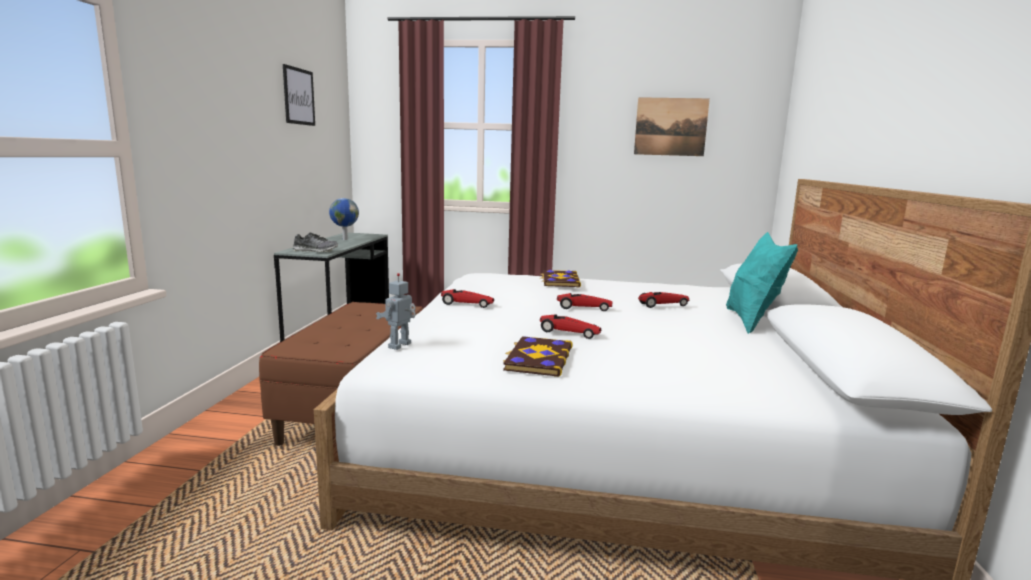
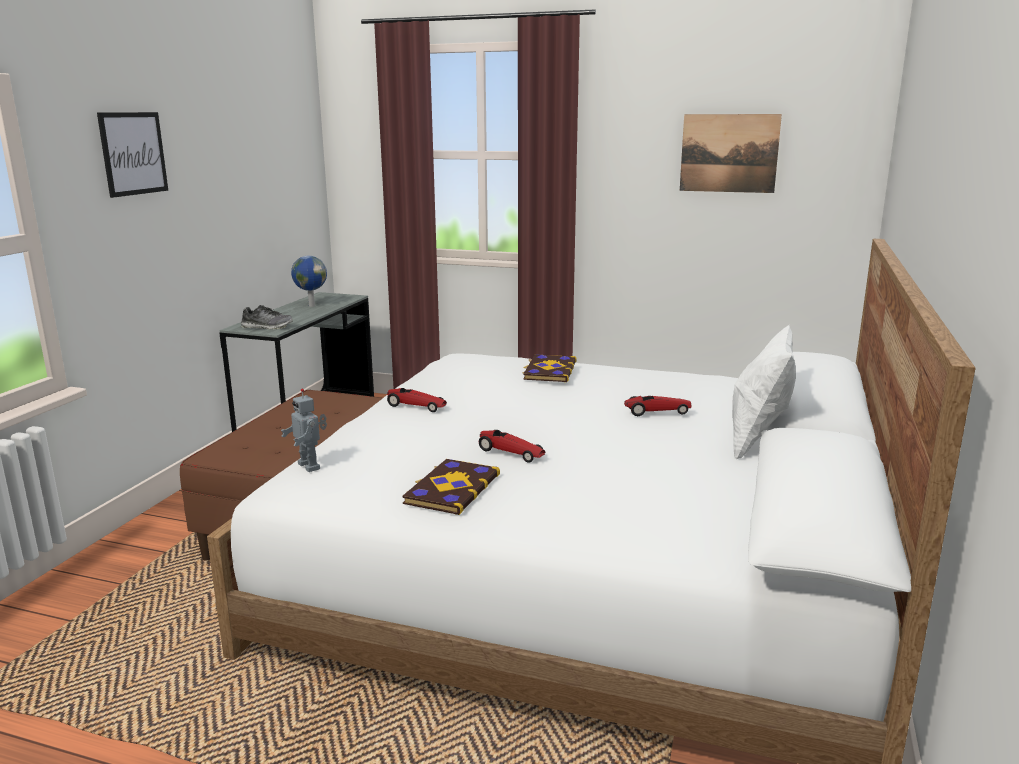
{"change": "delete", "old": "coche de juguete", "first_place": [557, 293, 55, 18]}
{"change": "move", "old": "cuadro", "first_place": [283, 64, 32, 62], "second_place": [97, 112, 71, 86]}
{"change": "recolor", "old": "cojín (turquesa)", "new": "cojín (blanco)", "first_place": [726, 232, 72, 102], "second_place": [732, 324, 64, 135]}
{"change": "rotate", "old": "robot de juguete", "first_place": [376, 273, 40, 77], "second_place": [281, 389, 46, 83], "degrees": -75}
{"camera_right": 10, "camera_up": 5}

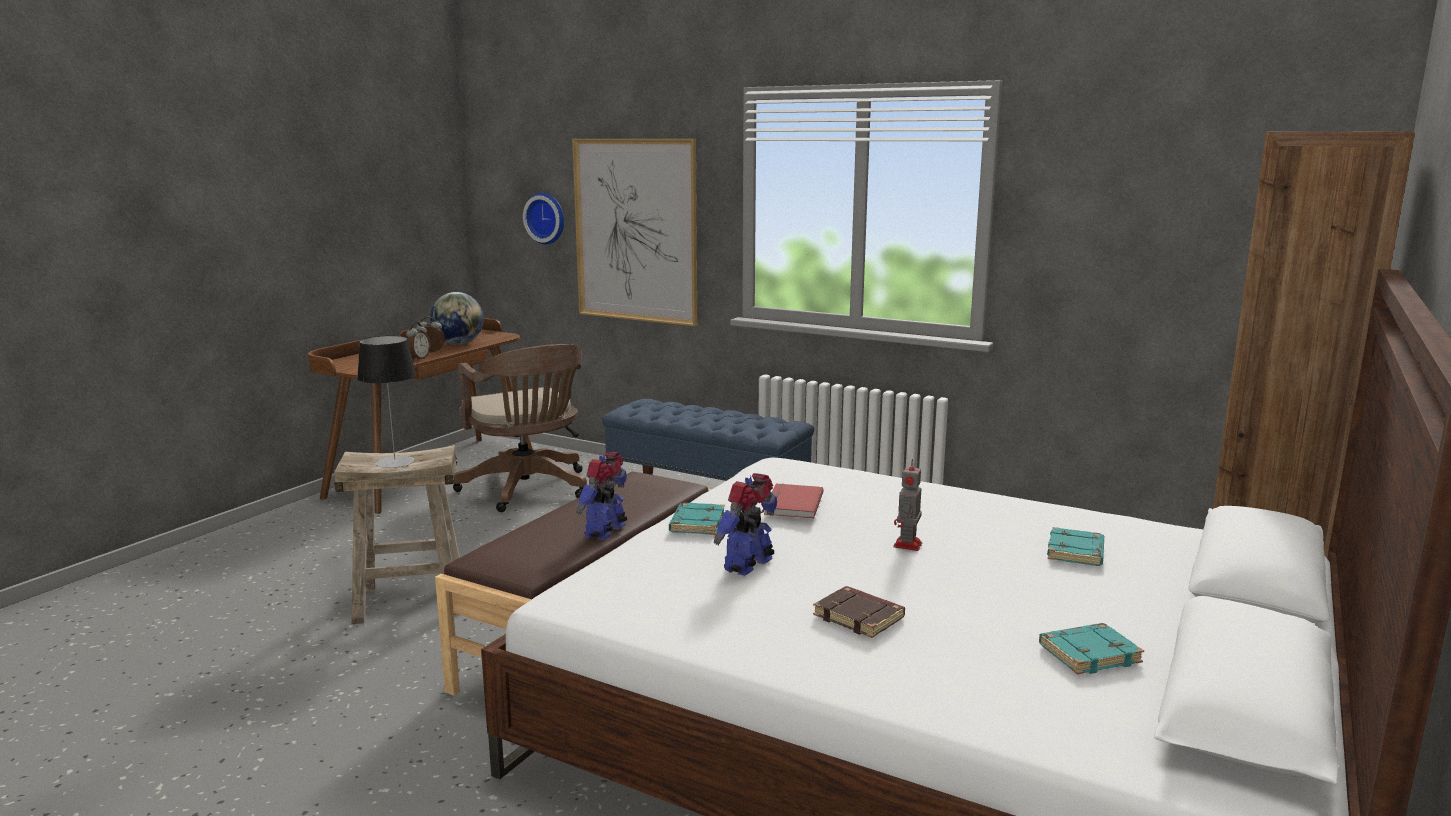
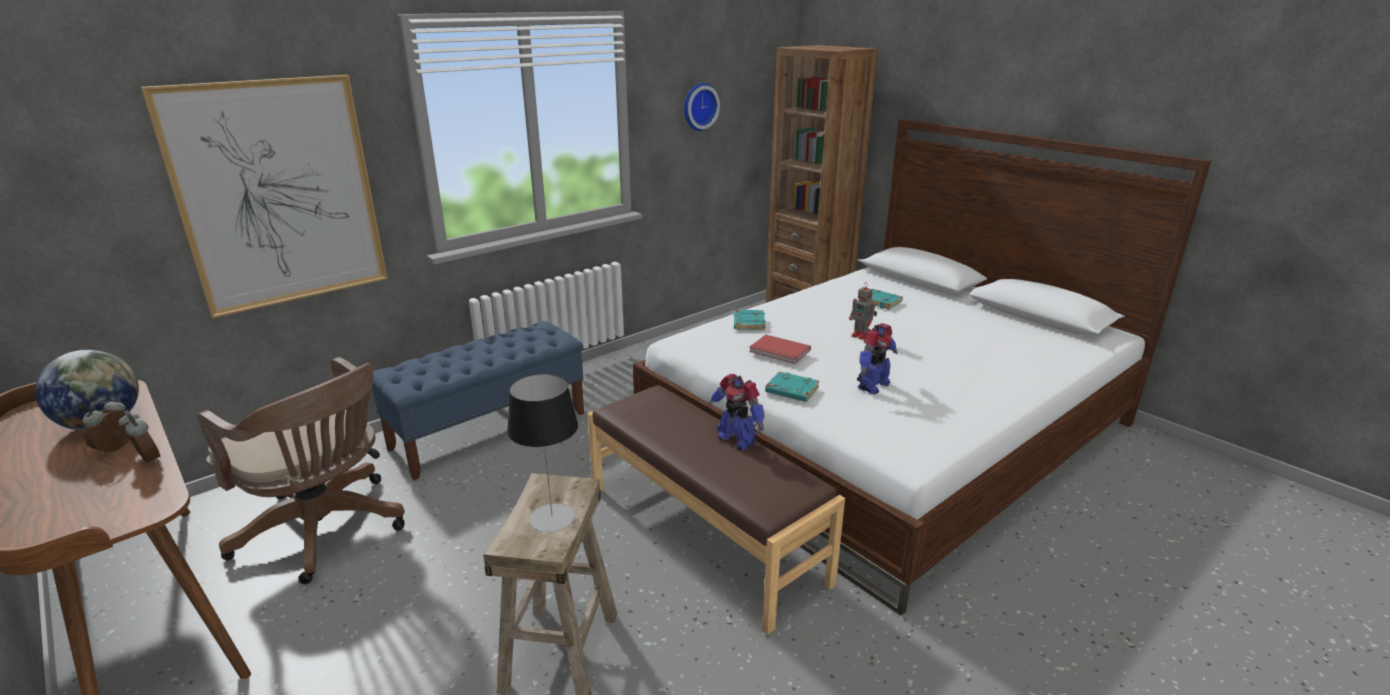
{"change": "delete", "old": "libro (marrón)", "first_place": [813, 586, 92, 52]}
{"change": "move", "old": "reloj de pared", "first_place": [523, 193, 41, 52], "second_place": [684, 83, 36, 48]}
{"change": "move", "old": "libro (turquesa)", "first_place": [1039, 623, 105, 52], "second_place": [734, 310, 32, 20]}
{"change": "rotate", "old": "silla de oficina (marrón)", "first_place": [453, 344, 134, 168], "second_place": [197, 357, 208, 227], "degrees": 45}
{"change": "rotate", "old": "robot de juguete", "first_place": [714, 473, 63, 103], "second_place": [857, 323, 41, 72], "degrees": -105}
{"camera_right": -70, "camera_up": 10}

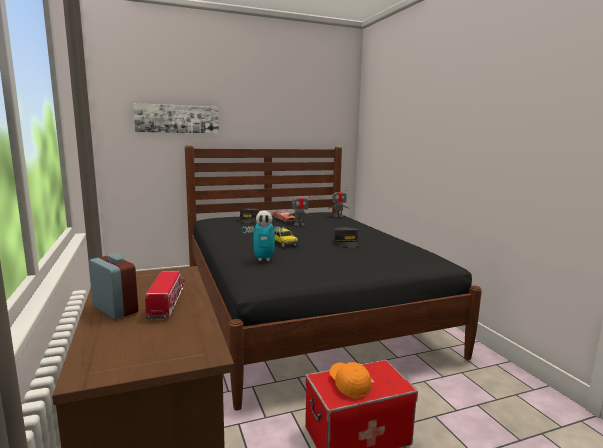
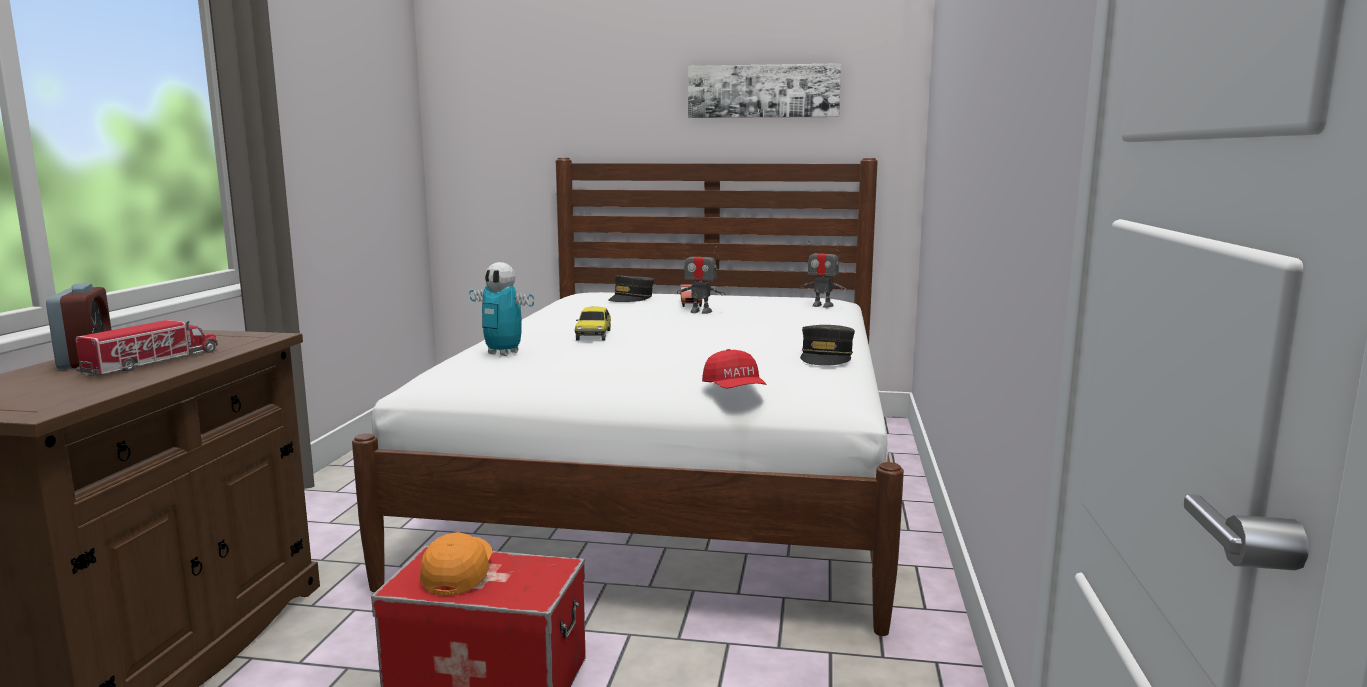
{"change": "insert", "new": "gorra (rojo)", "second_place": [702, 349, 64, 40]}
{"change": "move", "old": "cuadro", "first_place": [133, 103, 86, 31], "second_place": [688, 63, 153, 55]}
{"change": "move", "old": "gorra (gris)", "first_place": [334, 227, 25, 20], "second_place": [800, 325, 55, 41]}
{"change": "recolor", "old": "cama (negro)", "new": "cama (blanco)", "first_place": [185, 145, 297, 265], "second_place": [352, 158, 552, 478]}
{"camera_right": 30, "camera_up": 0}

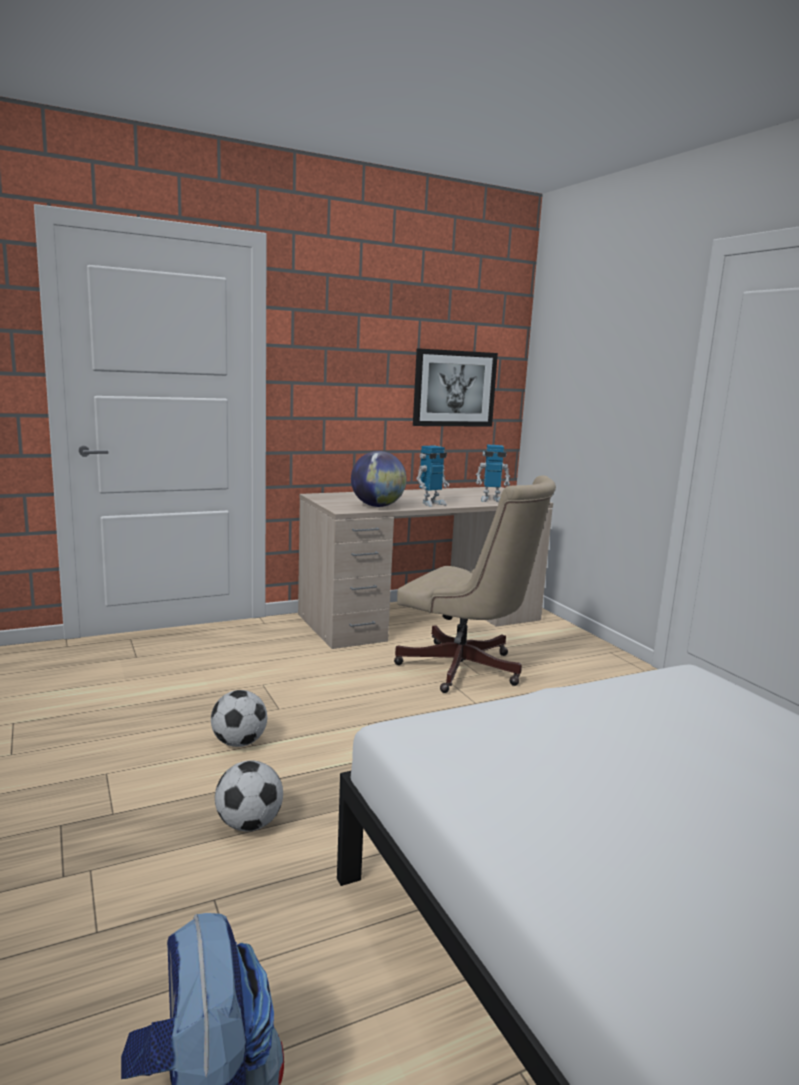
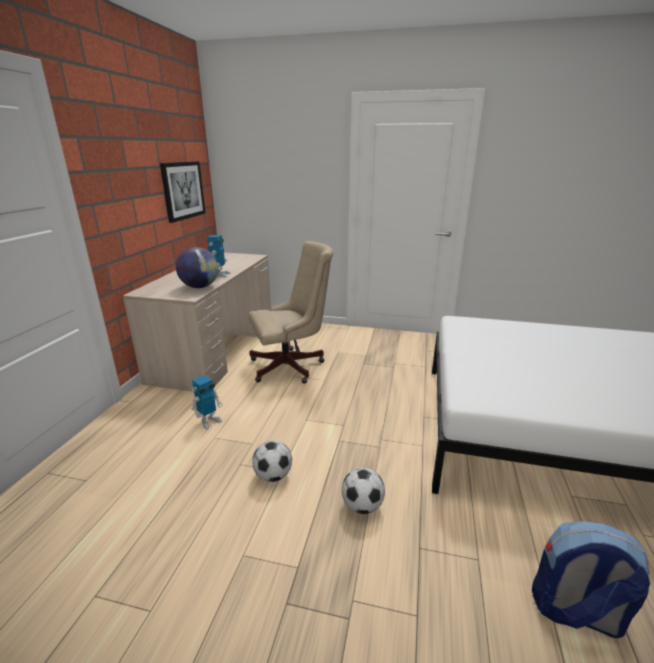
{"change": "move", "old": "robot de juguete", "first_place": [476, 444, 34, 58], "second_place": [192, 375, 30, 55]}
{"camera_right": -50, "camera_up": 10}

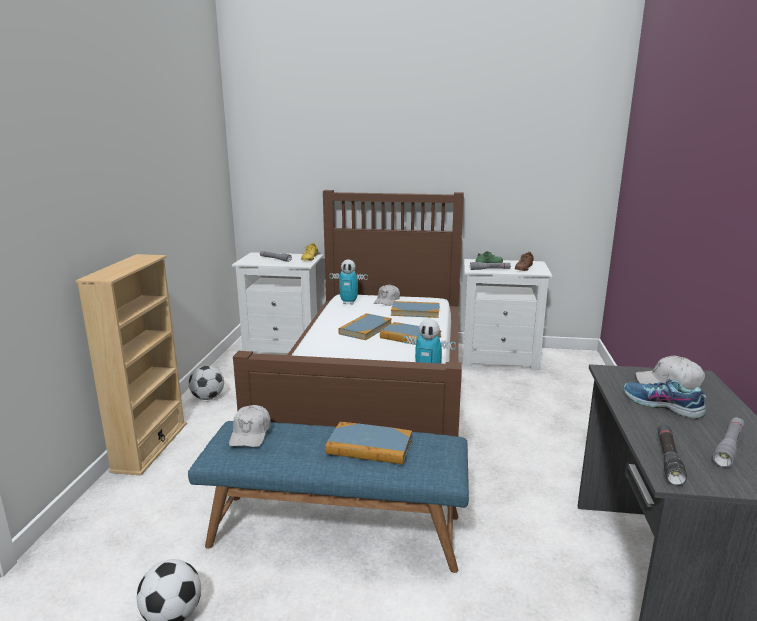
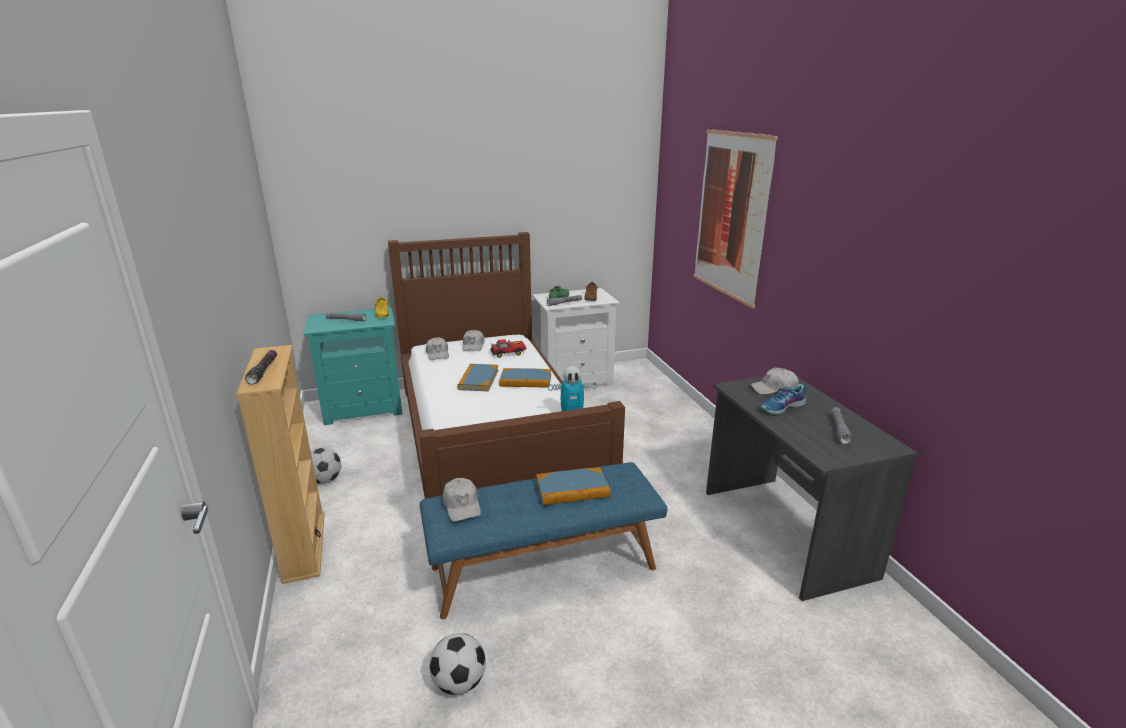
{"change": "insert", "new": "cuadro", "second_place": [693, 129, 85, 180]}
{"change": "move", "old": "linterna (negro)", "first_place": [658, 425, 29, 61], "second_place": [245, 350, 32, 34]}
{"change": "replace", "old": "robot de juguete", "new": "gorra (blanco)", "first_place": [330, 260, 38, 44], "second_place": [426, 337, 23, 23]}
{"change": "replace", "old": "libro", "new": "coche de juguete", "first_place": [391, 301, 49, 17], "second_place": [491, 339, 35, 19]}
{"change": "recolor", "old": "mesita de noche (blanco)", "new": "mesita de noche (turquesa)", "first_place": [232, 252, 91, 101], "second_place": [304, 307, 98, 118]}
{"change": "rotate", "old": "zapato", "first_place": [624, 379, 83, 40], "second_place": [760, 384, 47, 31], "degrees": -45}
{"camera_right": -25, "camera_up": 5}

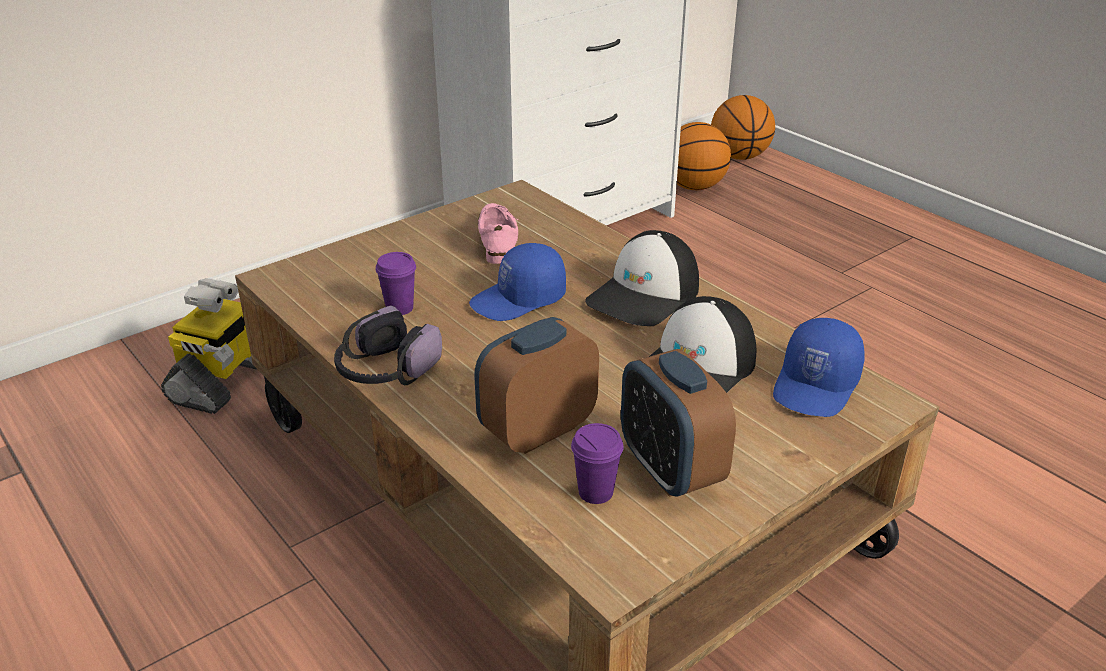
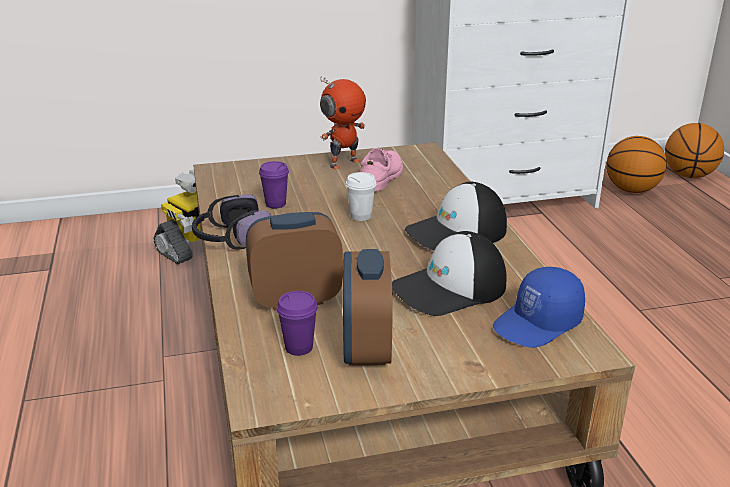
{"change": "insert", "new": "robot de juguete", "second_place": [320, 76, 46, 94]}
{"change": "replace", "old": "gorra (azul)", "new": "taza (blanco)", "first_place": [469, 243, 97, 78], "second_place": [346, 172, 30, 49]}
{"camera_right": 25, "camera_up": -5}

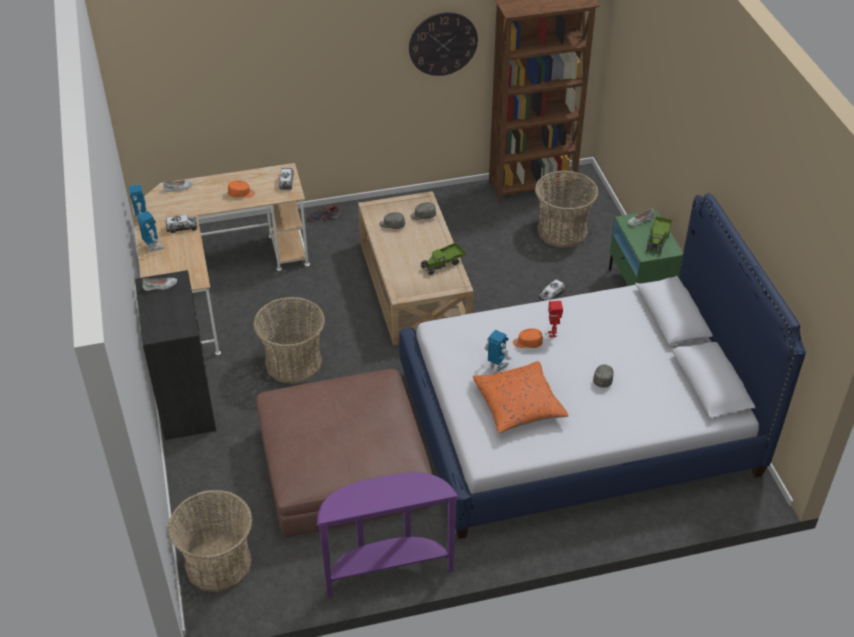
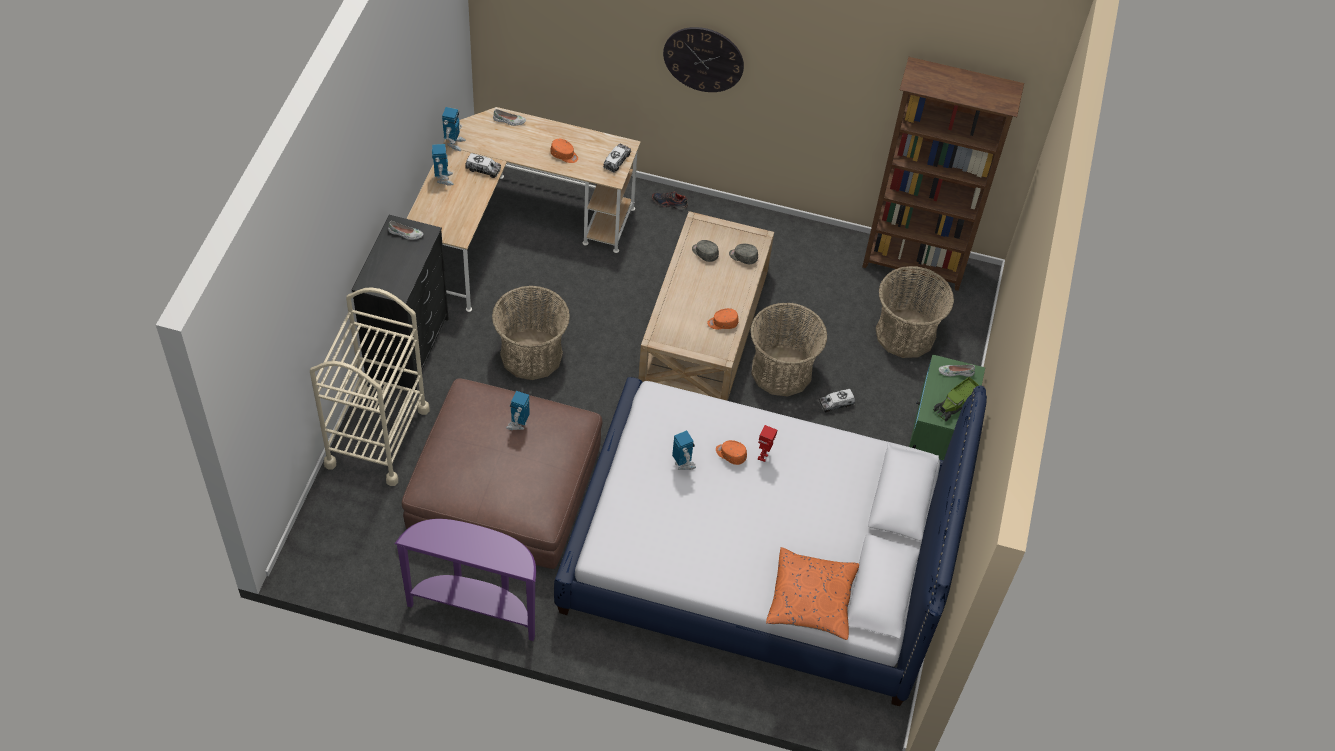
{"change": "delete", "old": "gorra (gris)", "first_place": [593, 365, 21, 23]}
{"change": "insert", "new": "carrito (beis)", "second_place": [310, 287, 119, 199]}
{"change": "insert", "new": "robot de juguete", "second_place": [506, 391, 23, 39]}
{"change": "move", "old": "cesta", "first_place": [168, 490, 84, 102], "second_place": [750, 302, 77, 95]}
{"change": "move", "old": "reloj de pared", "first_place": [409, 12, 69, 64], "second_place": [663, 27, 81, 65]}
{"change": "move", "old": "cojín (naranja)", "first_place": [473, 361, 95, 72], "second_place": [766, 547, 93, 93]}
{"change": "replace", "old": "camión de juguete", "new": "gorra (naranja)", "first_place": [421, 242, 44, 33], "second_place": [707, 308, 32, 21]}
{"camera_right": 25, "camera_up": 10}

